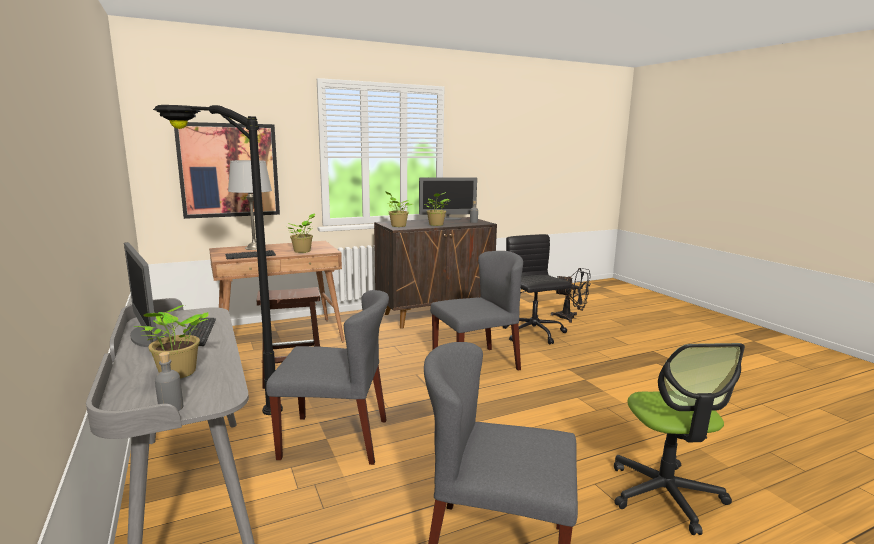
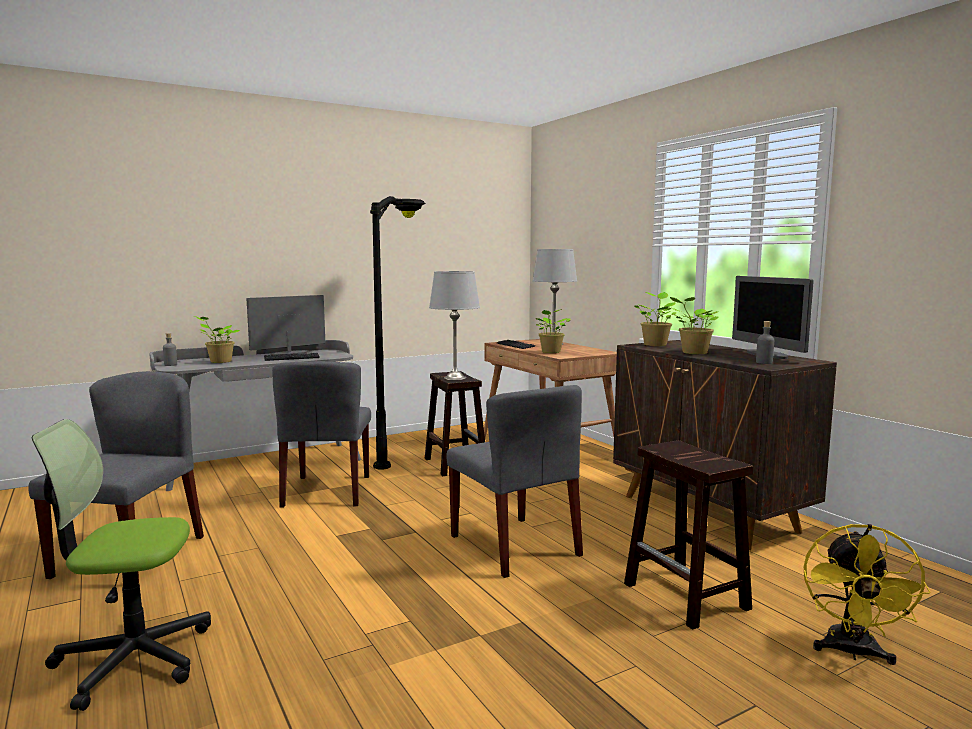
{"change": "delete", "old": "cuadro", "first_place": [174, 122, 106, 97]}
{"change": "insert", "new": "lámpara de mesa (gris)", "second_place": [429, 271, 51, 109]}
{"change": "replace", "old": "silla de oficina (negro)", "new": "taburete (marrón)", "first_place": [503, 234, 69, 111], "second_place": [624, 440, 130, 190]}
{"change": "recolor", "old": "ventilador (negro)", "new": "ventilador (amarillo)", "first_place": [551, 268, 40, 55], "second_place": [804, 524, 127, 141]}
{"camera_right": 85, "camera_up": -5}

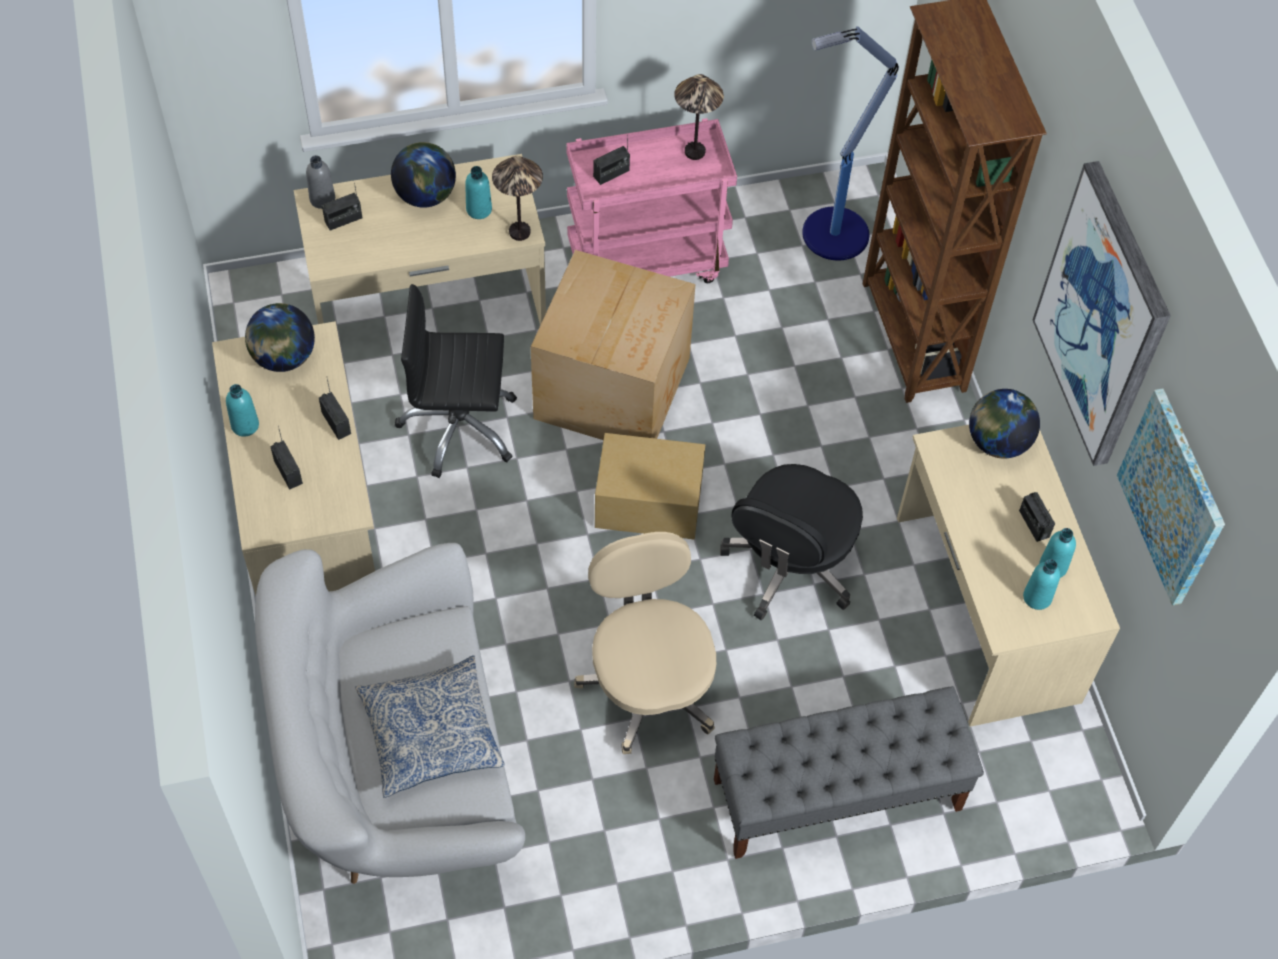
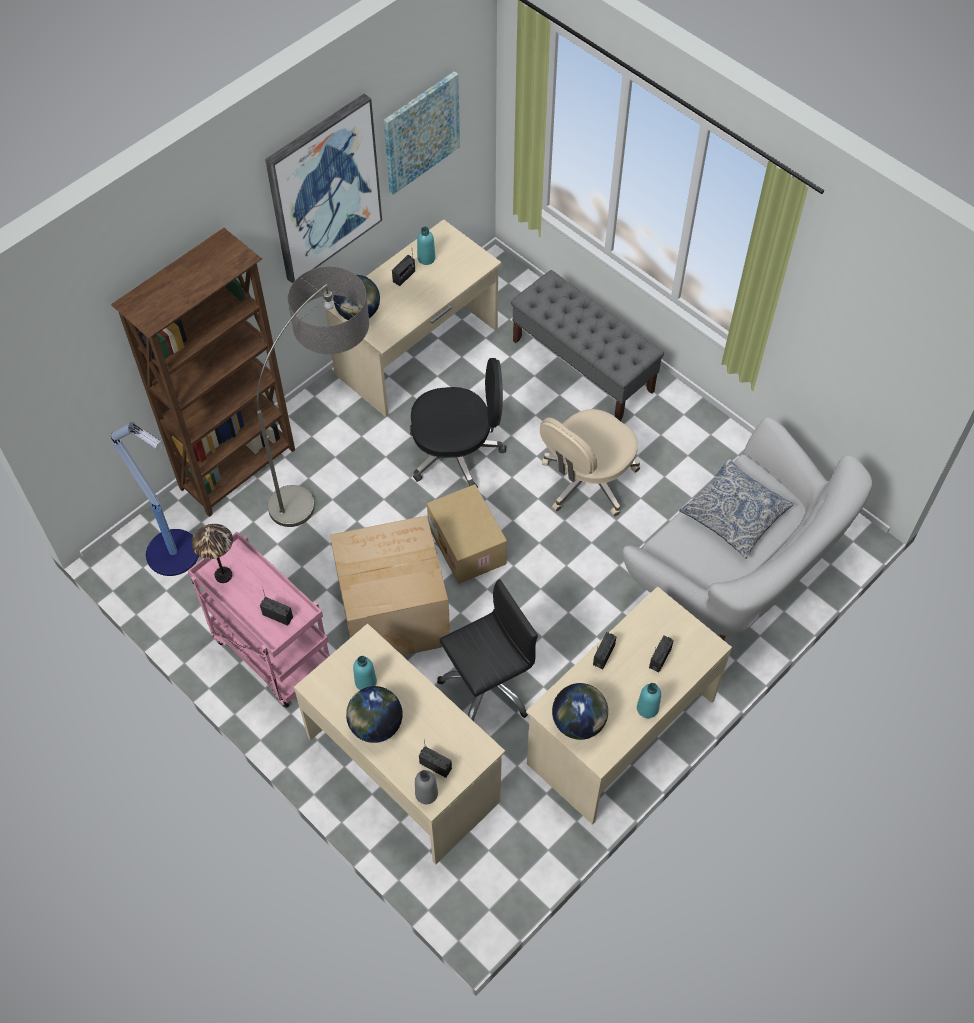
{"change": "delete", "old": "lámpara de mesa", "first_place": [492, 156, 51, 85]}
{"change": "delete", "old": "botella (turquesa)", "first_place": [1023, 559, 37, 51]}
{"change": "insert", "new": "lámpara de pie", "second_place": [257, 266, 112, 261]}
{"change": "rotate", "old": "silla de oficina (negro)", "first_place": [395, 284, 122, 194], "second_place": [437, 579, 101, 142], "degrees": -90}
{"camera_right": -120, "camera_up": 0}

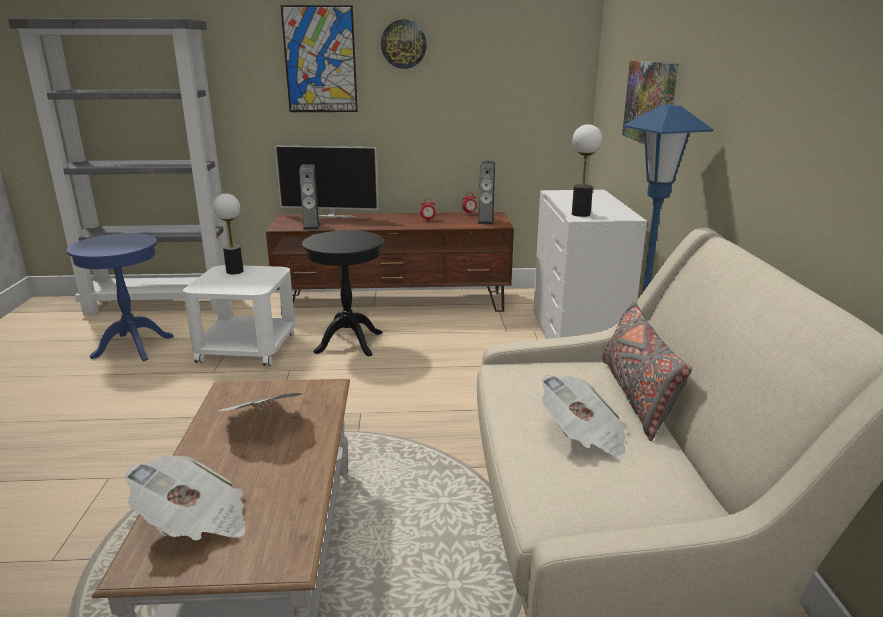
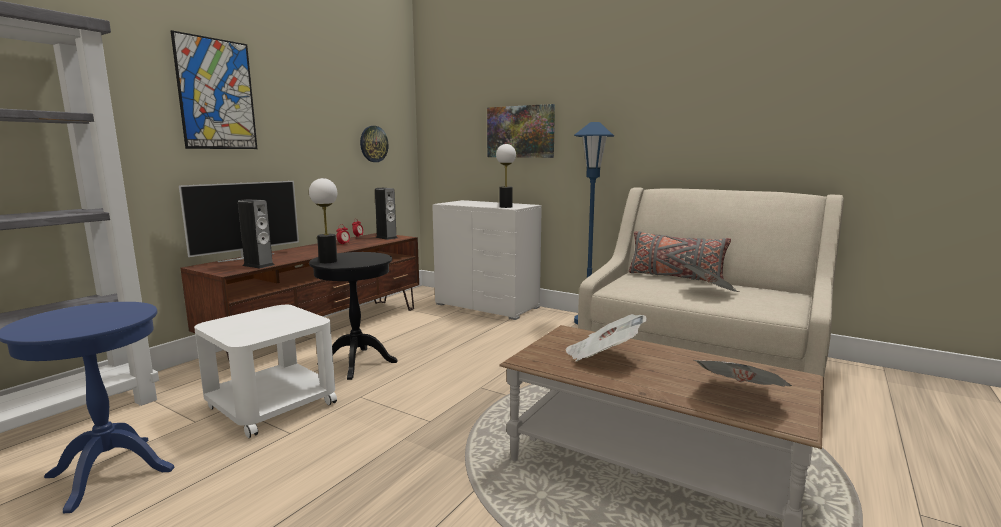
{"change": "move", "old": "lámpara de mesa", "first_place": [213, 193, 31, 81], "second_place": [309, 178, 28, 85]}
{"change": "move", "old": "reloj de pared", "first_place": [381, 20, 46, 49], "second_place": [360, 126, 29, 36]}
{"camera_right": -55, "camera_up": -10}

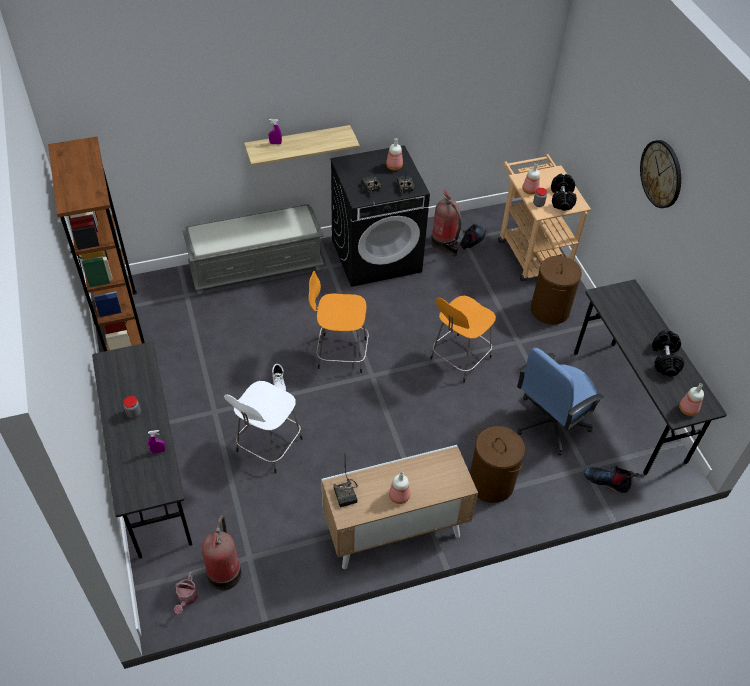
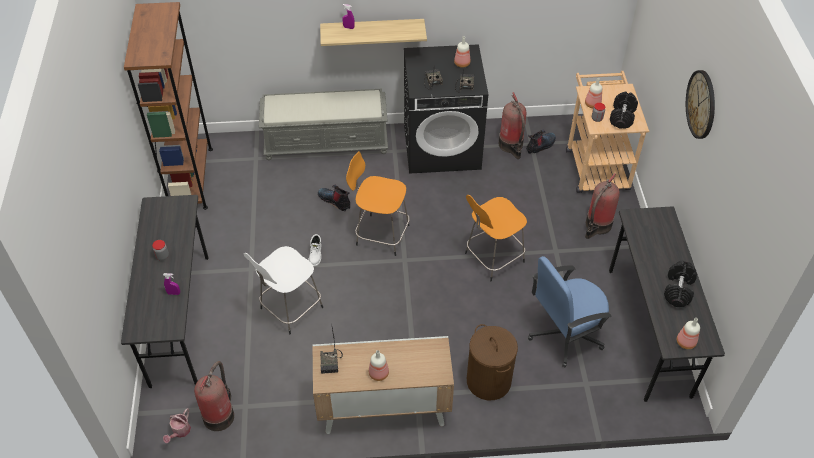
{"change": "move", "old": "bota", "first_place": [584, 465, 56, 28], "second_place": [318, 185, 32, 26]}
{"change": "replace", "old": "cesto de la ropa (marrón)", "new": "extintor", "first_place": [531, 254, 51, 71], "second_place": [585, 173, 35, 66]}
{"camera_right": 15, "camera_up": 0}

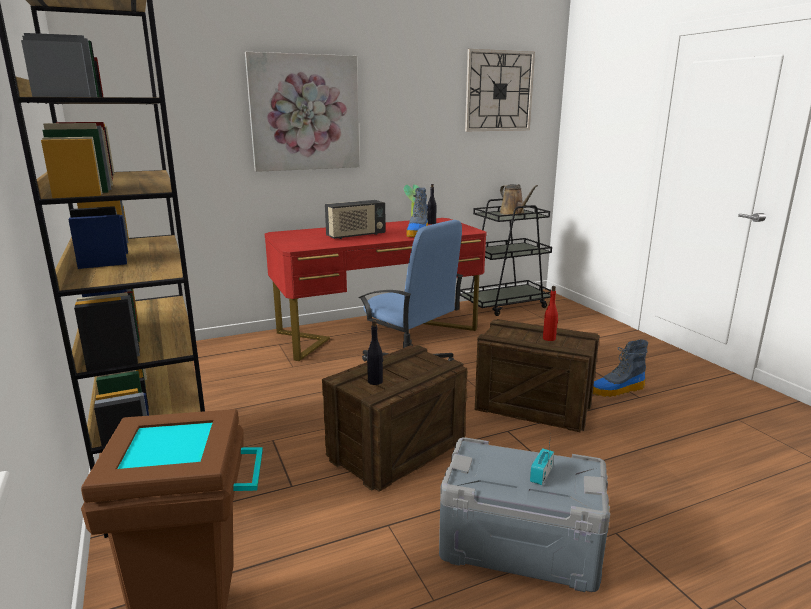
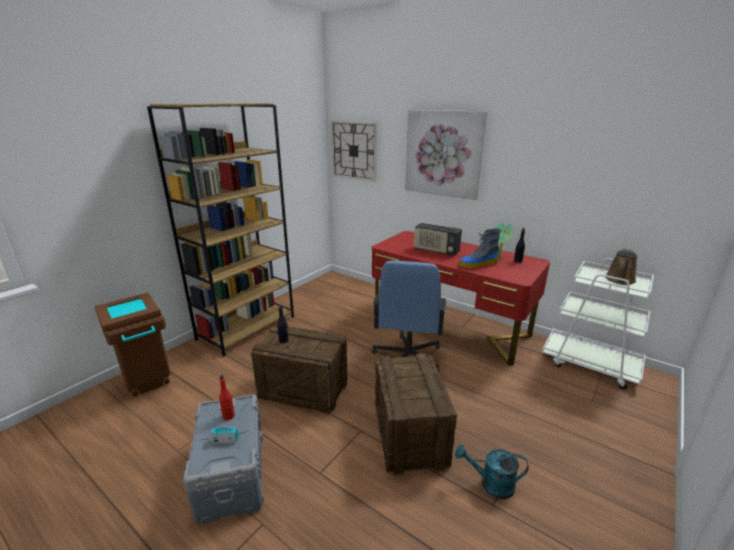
{"change": "move", "old": "reloj de pared", "first_place": [465, 49, 70, 82], "second_place": [331, 121, 46, 61]}
{"change": "move", "old": "botella (rojo)", "first_place": [543, 286, 15, 55], "second_place": [219, 375, 16, 45]}
{"change": "replace", "old": "bota", "new": "regadera (turquesa)", "first_place": [593, 339, 55, 58], "second_place": [455, 445, 74, 54]}
{"change": "recolor", "old": "carrito (negro)", "new": "carrito (blanco)", "first_place": [460, 199, 92, 117], "second_place": [542, 258, 112, 132]}
{"camera_right": 60, "camera_up": 5}

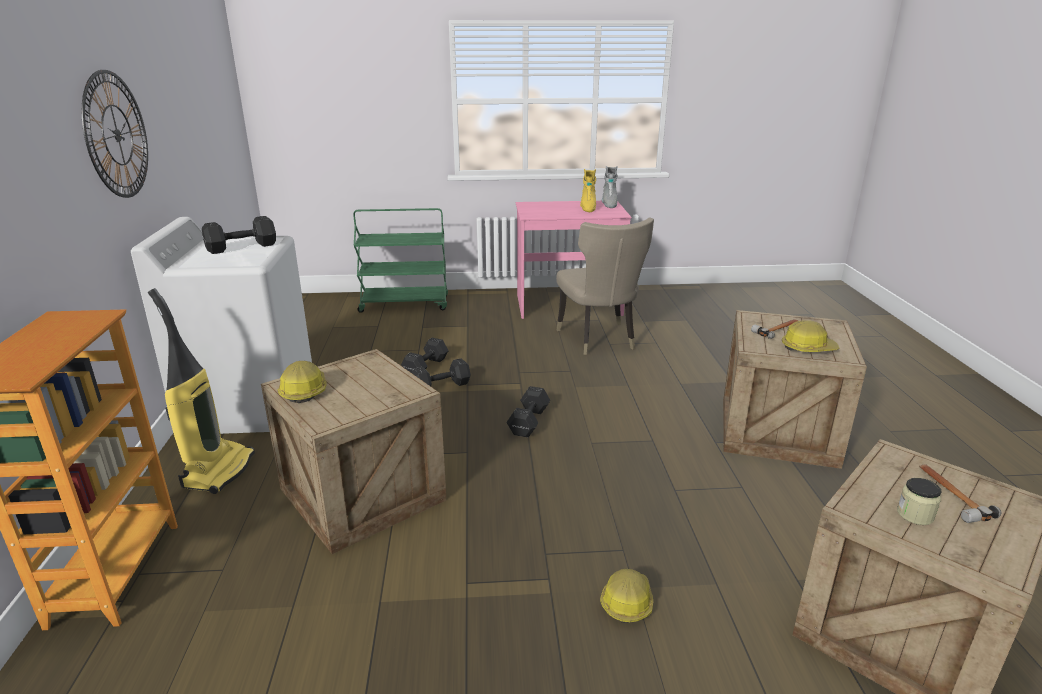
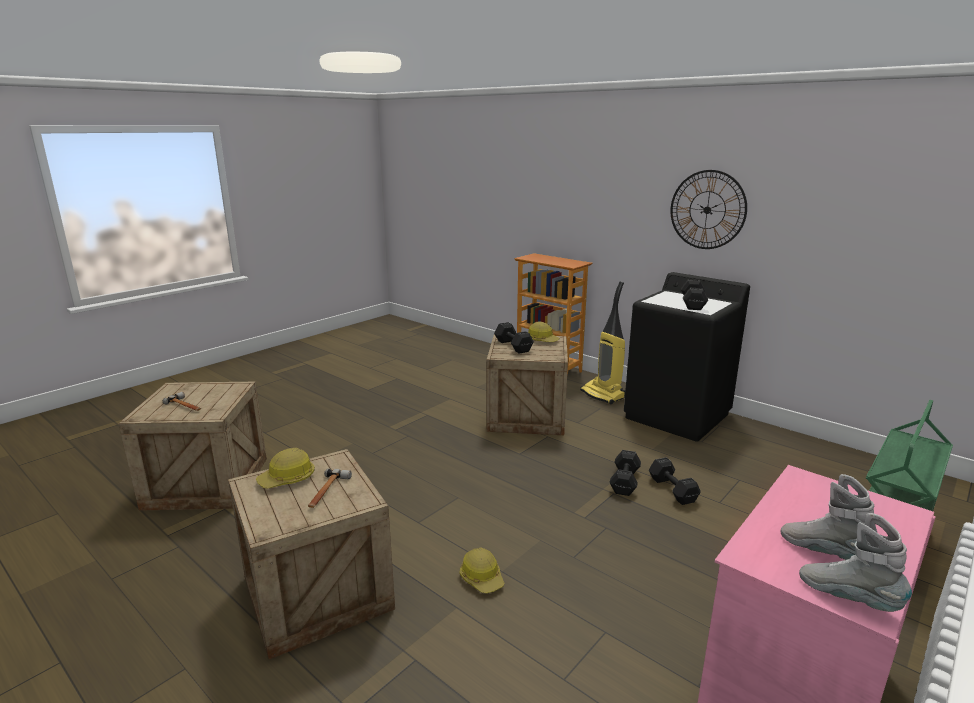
{"change": "delete", "old": "silla (beis)", "first_place": [556, 217, 98, 138]}
{"change": "delete", "old": "tarro", "first_place": [897, 478, 45, 47]}
{"change": "move", "old": "mancuerna (negro)", "first_place": [507, 386, 43, 51], "second_place": [494, 322, 40, 32]}
{"change": "move", "old": "casco", "first_place": [600, 569, 53, 54], "second_place": [460, 547, 44, 47]}
{"change": "recolor", "old": "lavadora (blanco)", "new": "lavadora (negro)", "first_place": [131, 217, 181, 217], "second_place": [624, 272, 126, 170]}
{"change": "recolor", "old": "bota (amarillo)", "new": "bota (gris)", "first_place": [580, 169, 16, 43], "second_place": [781, 474, 93, 86]}
{"camera_right": 135, "camera_up": -5}

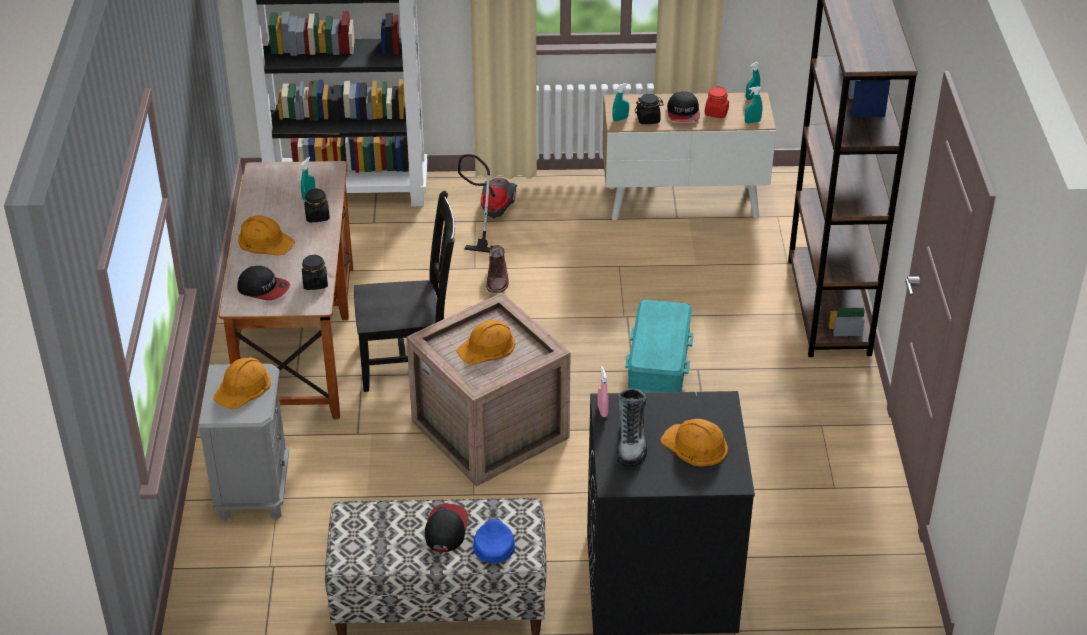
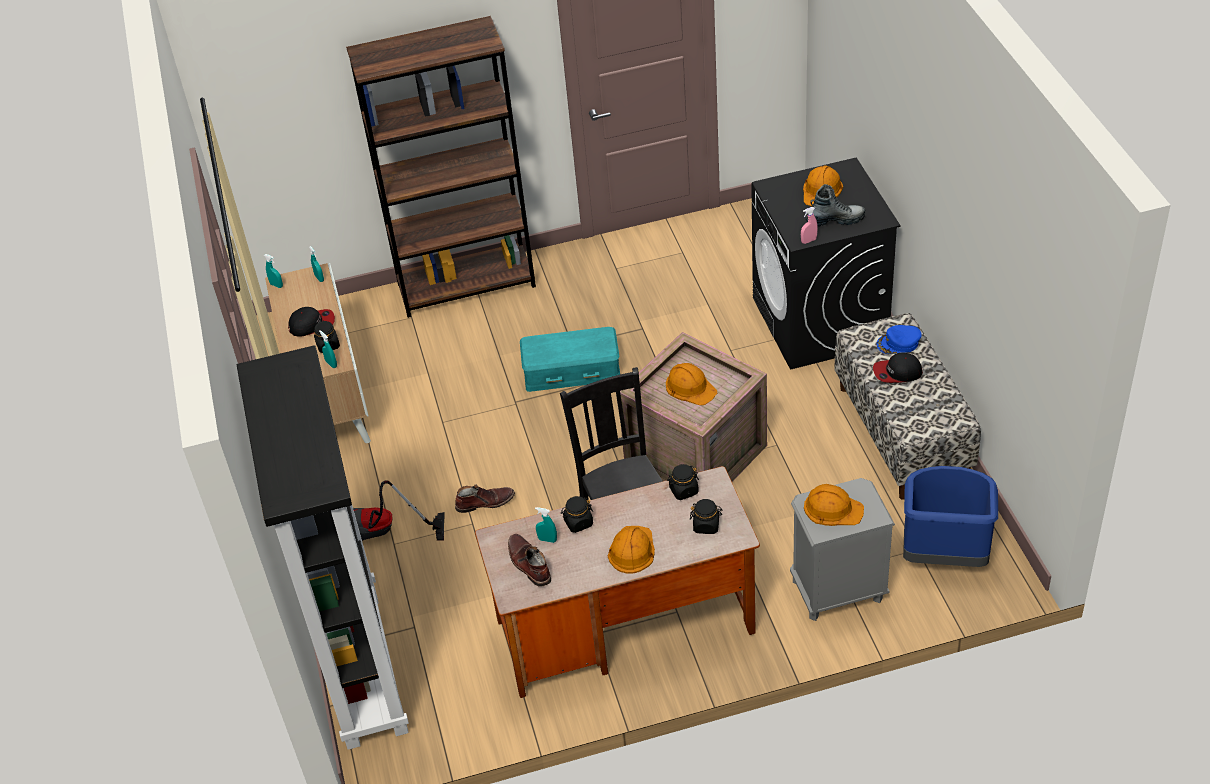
{"change": "delete", "old": "tarro (rojo)", "first_place": [705, 86, 24, 32]}
{"change": "insert", "new": "bota (marrón)", "second_place": [508, 534, 43, 53]}
{"change": "insert", "new": "papelera (azul)", "second_place": [903, 466, 95, 101]}
{"change": "replace", "old": "gorra", "new": "tarro (negro)", "first_place": [237, 266, 53, 34], "second_place": [690, 499, 33, 35]}
{"camera_right": -100, "camera_up": 5}

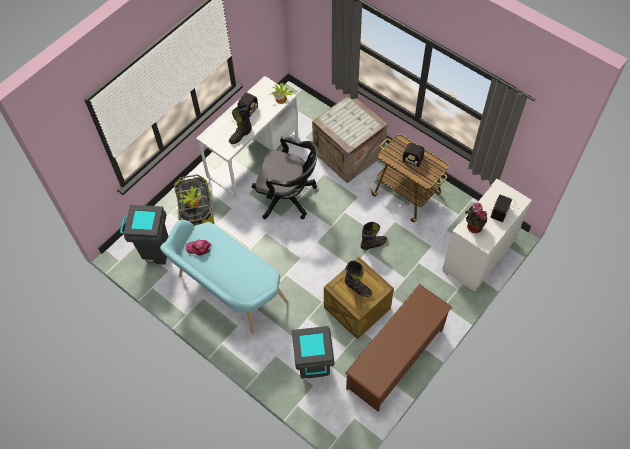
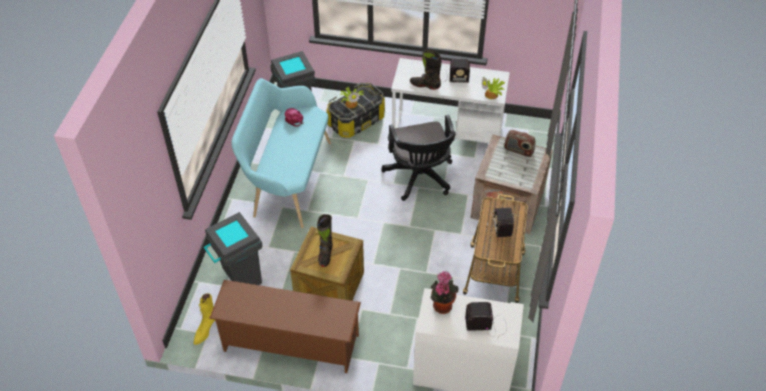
{"change": "delete", "old": "bota (negro)", "first_place": [360, 222, 27, 28]}
{"change": "insert", "new": "bota (amarillo)", "second_place": [193, 293, 23, 52]}
{"change": "insert", "new": "radio", "second_place": [504, 130, 31, 27]}
{"camera_right": 60, "camera_up": -10}

